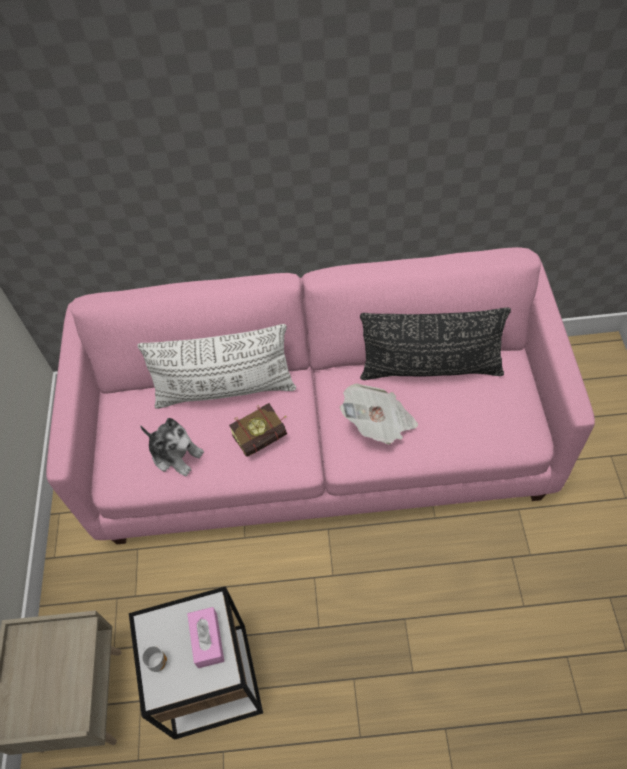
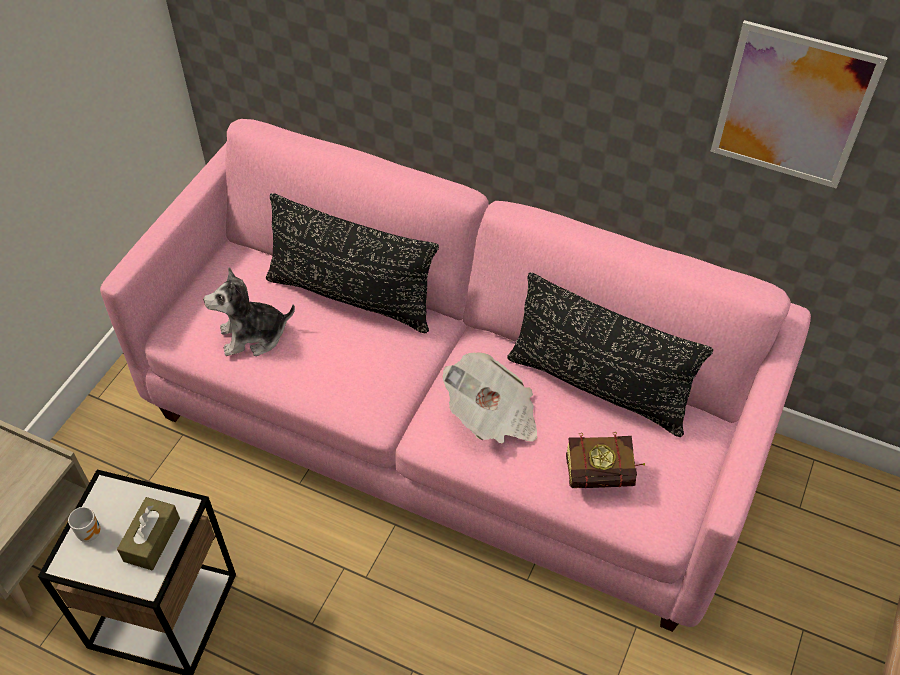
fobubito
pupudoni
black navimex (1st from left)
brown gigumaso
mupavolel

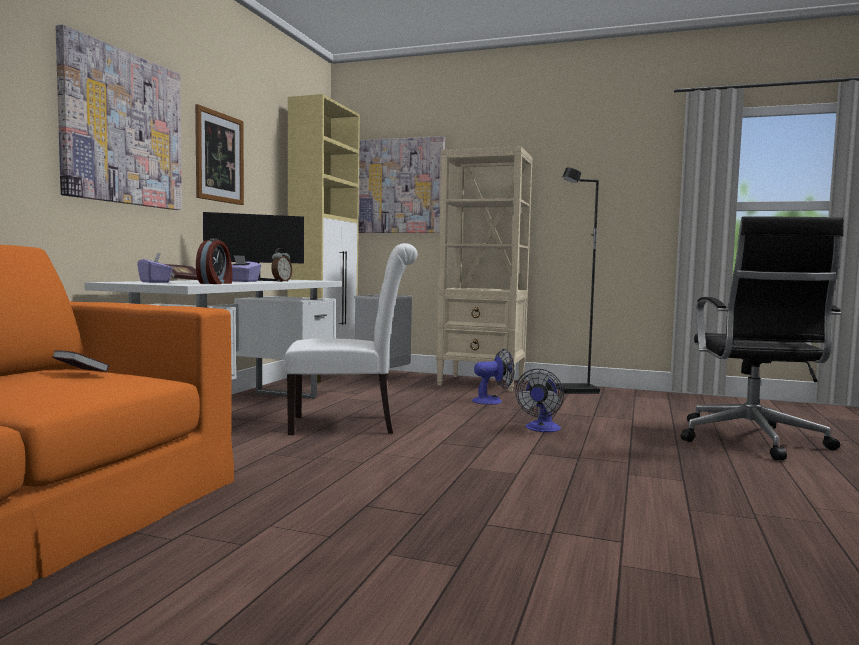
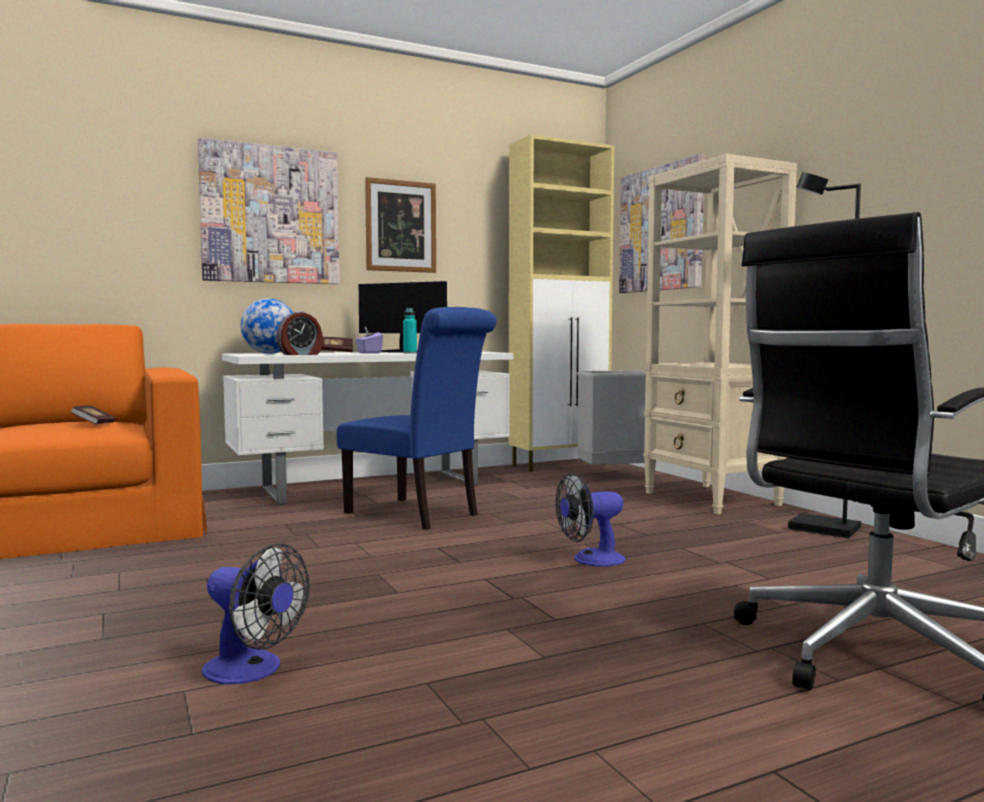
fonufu (1st from left)
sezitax
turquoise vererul
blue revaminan

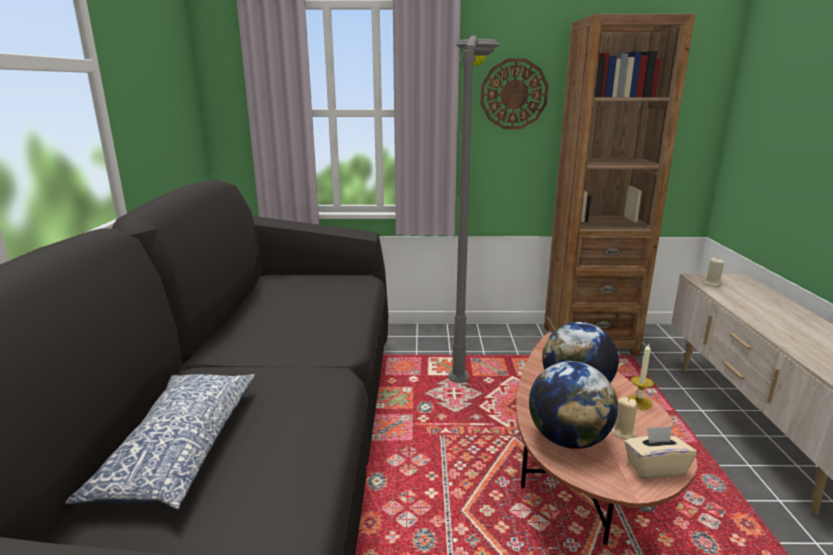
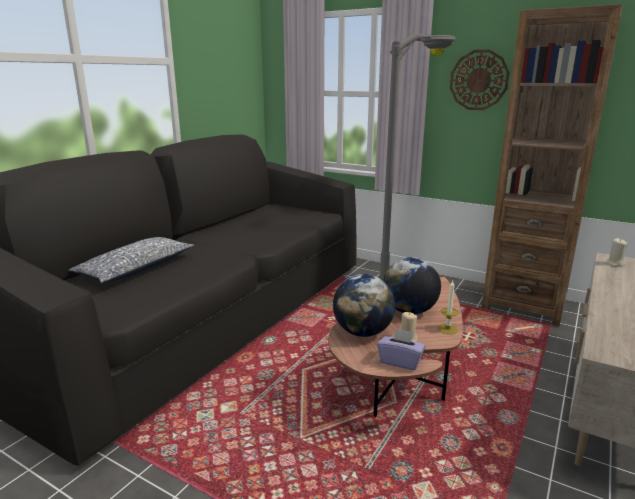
purple gigumaso

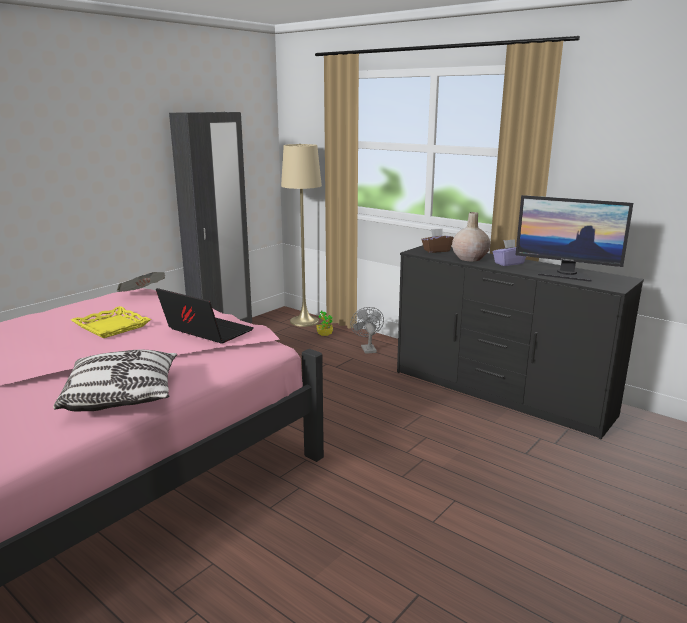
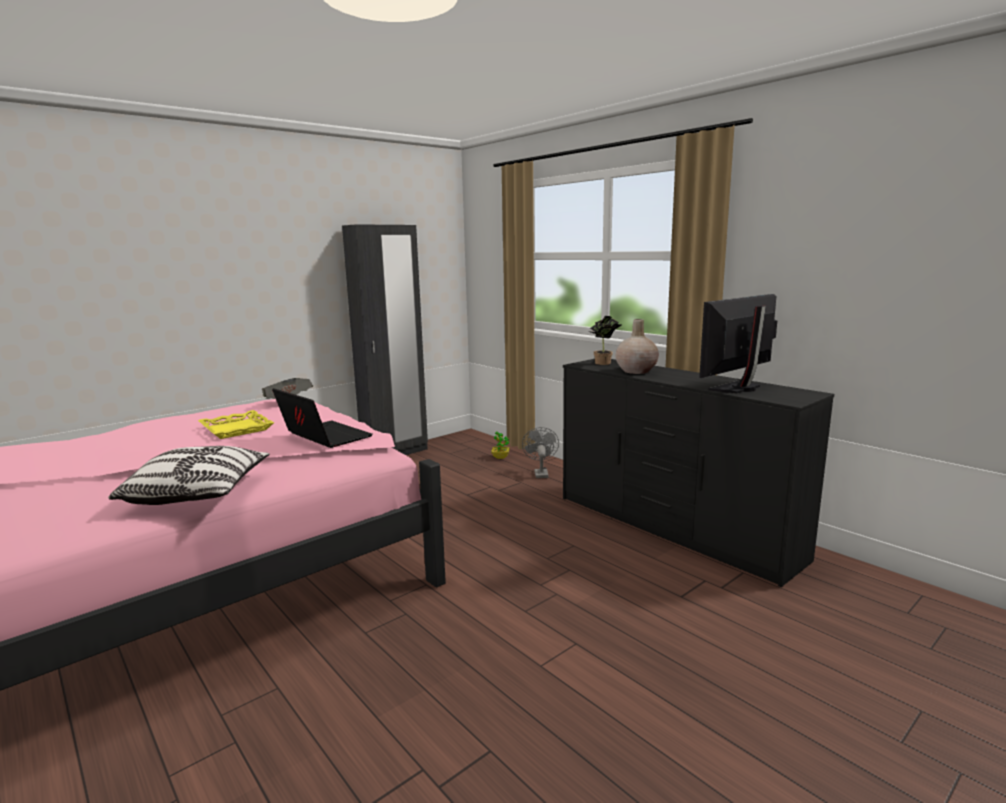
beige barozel
purple gigumaso
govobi (2nd from left)
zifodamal

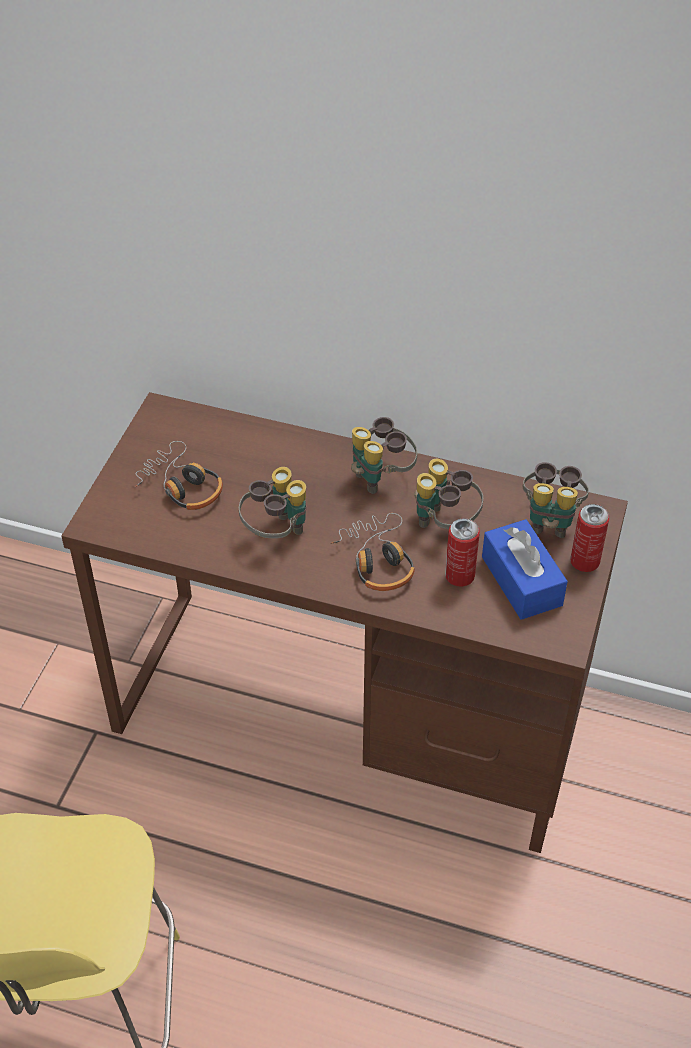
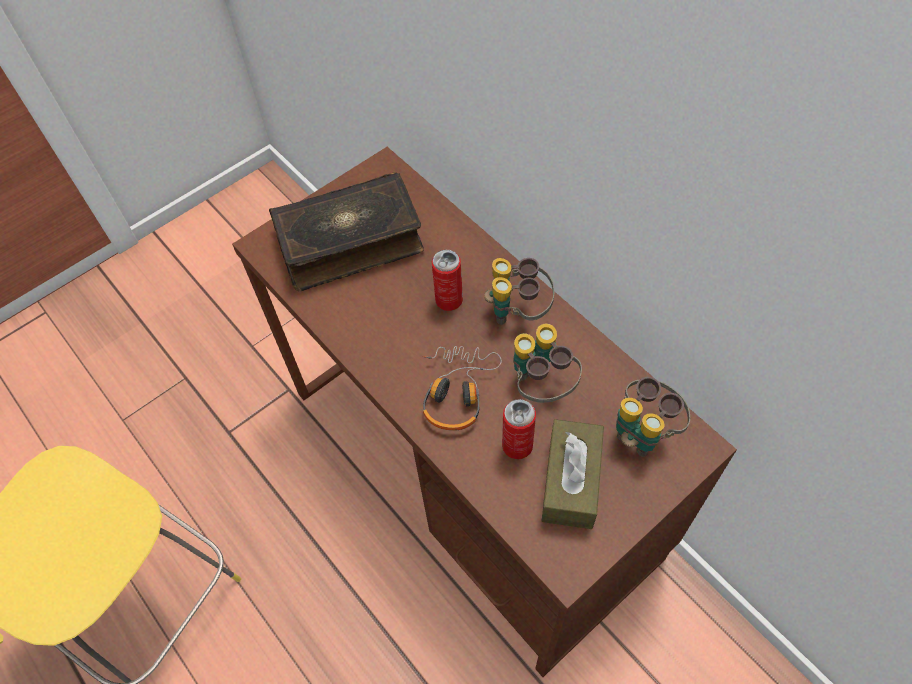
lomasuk (1st from left in the first image)
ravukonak (1st from left)
pupudoni
brown gigumaso

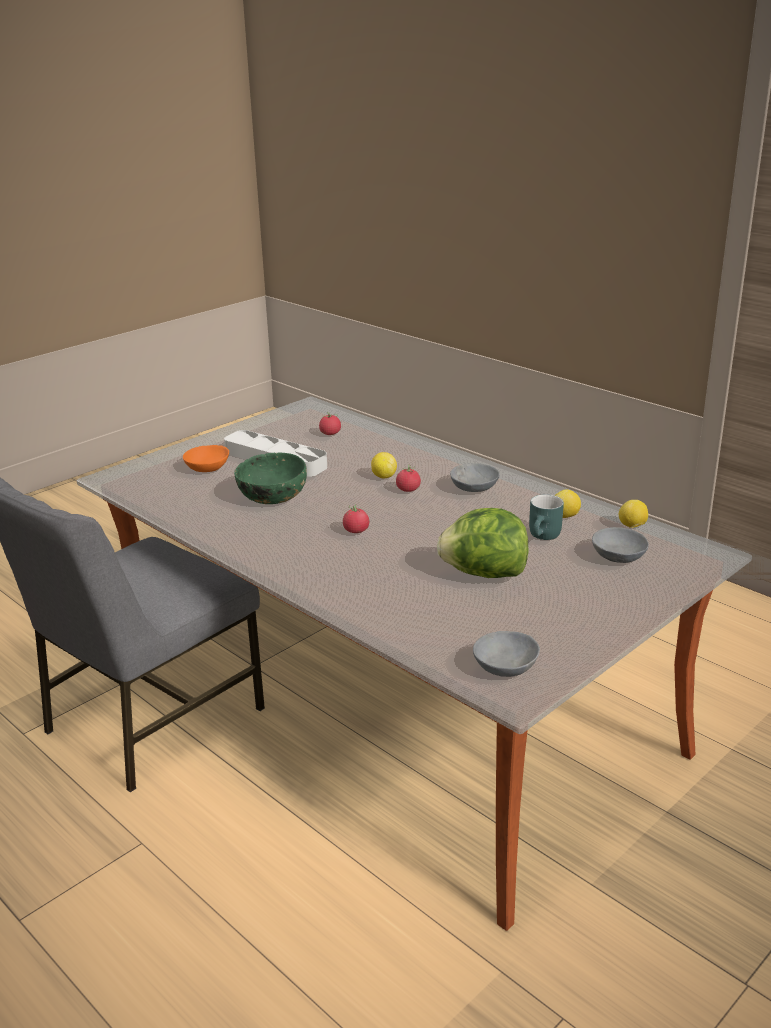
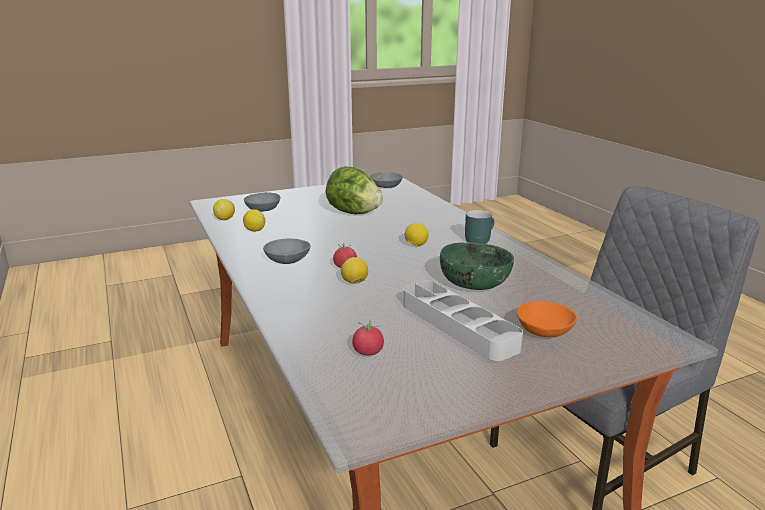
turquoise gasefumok
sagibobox (4th from left)

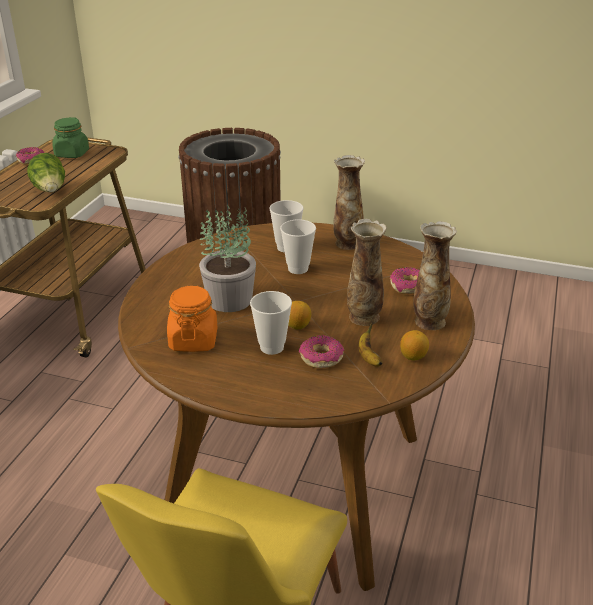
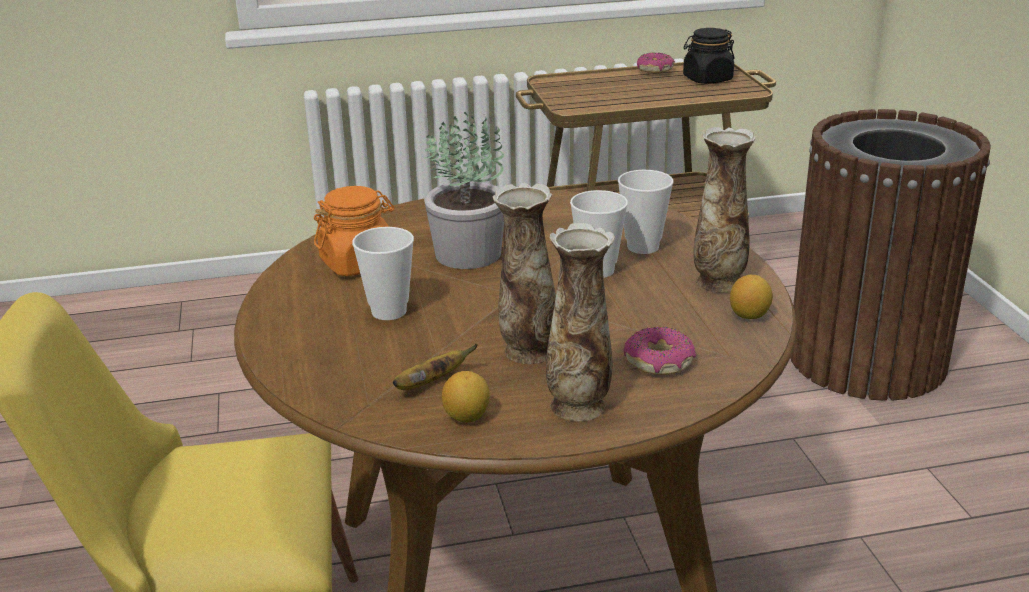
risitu
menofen (2nd from left in the first image)
sagibobox (2nd from left)
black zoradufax

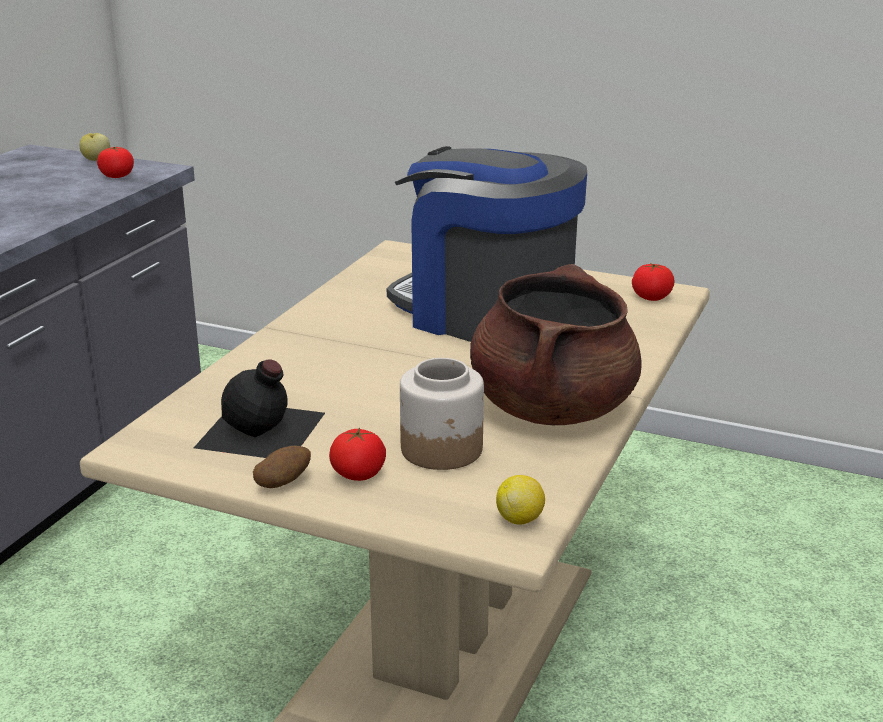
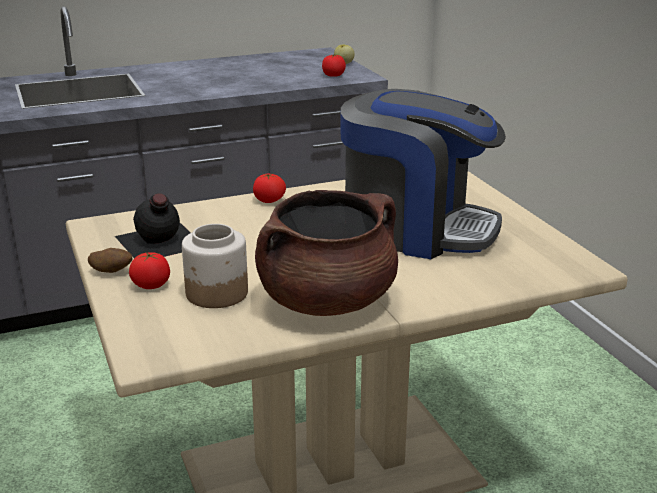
sagibobox
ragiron (2nd from left)
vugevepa

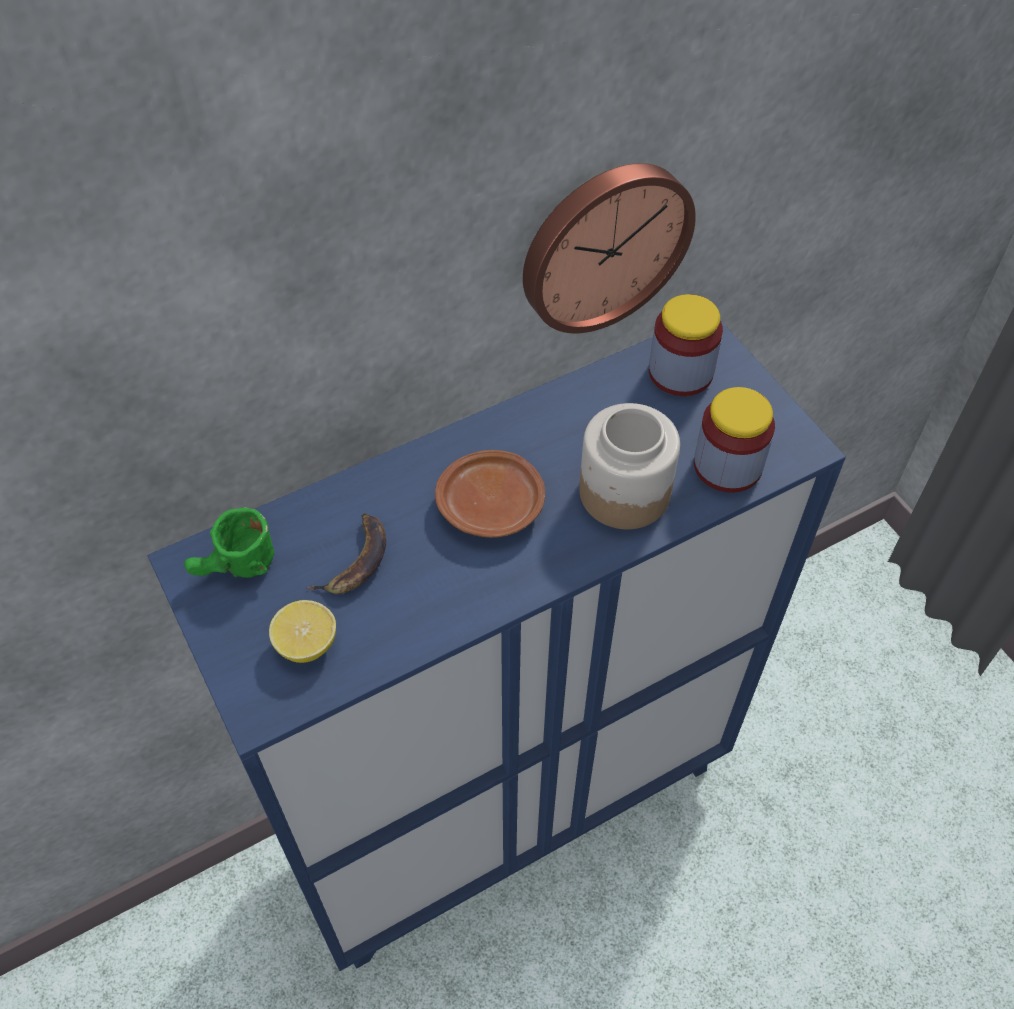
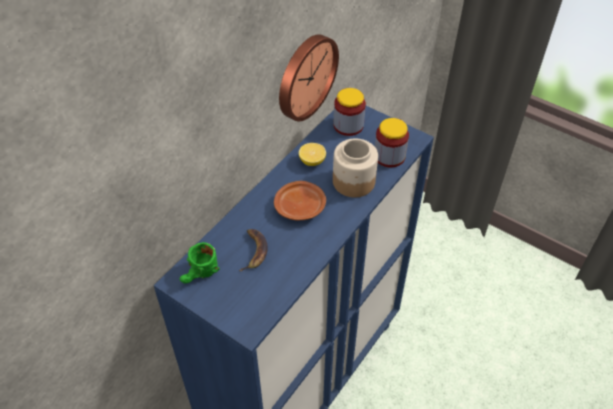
sagibobox

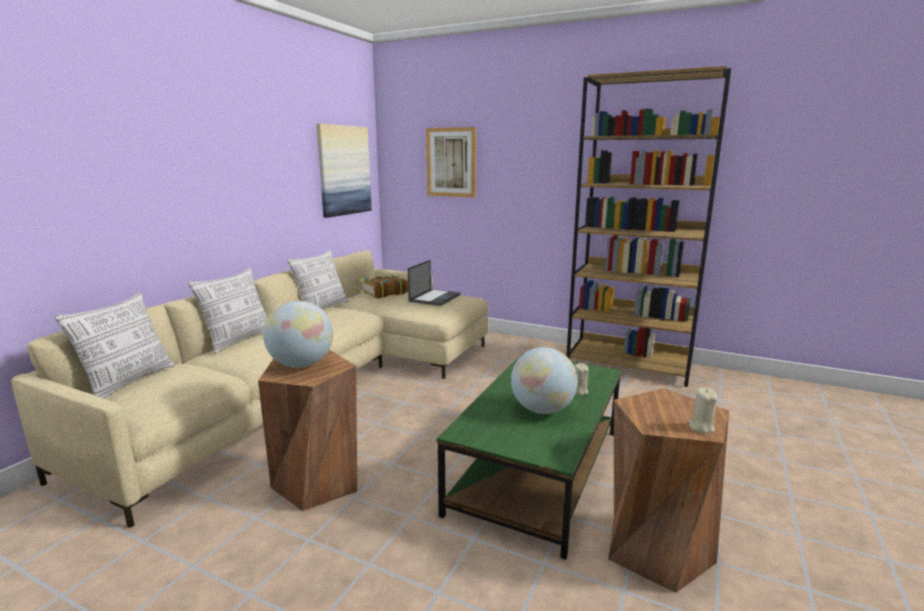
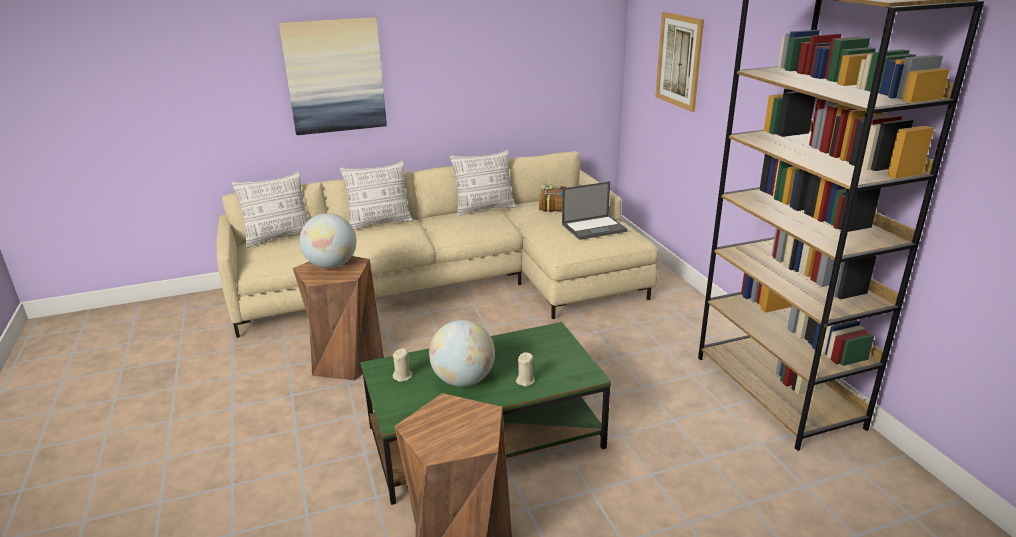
fobubito (1st from left)
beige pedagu (1st from left)

